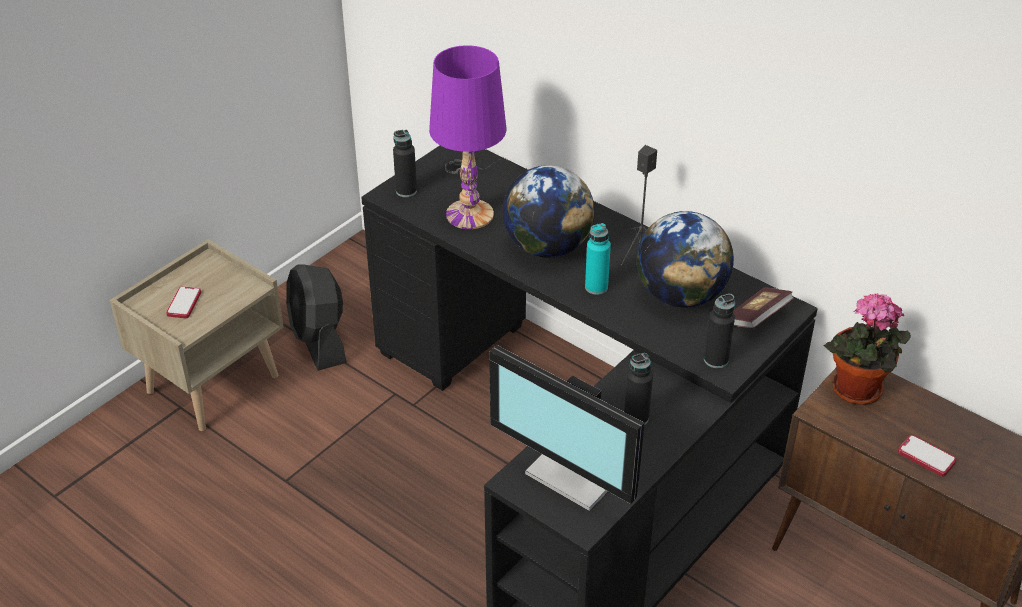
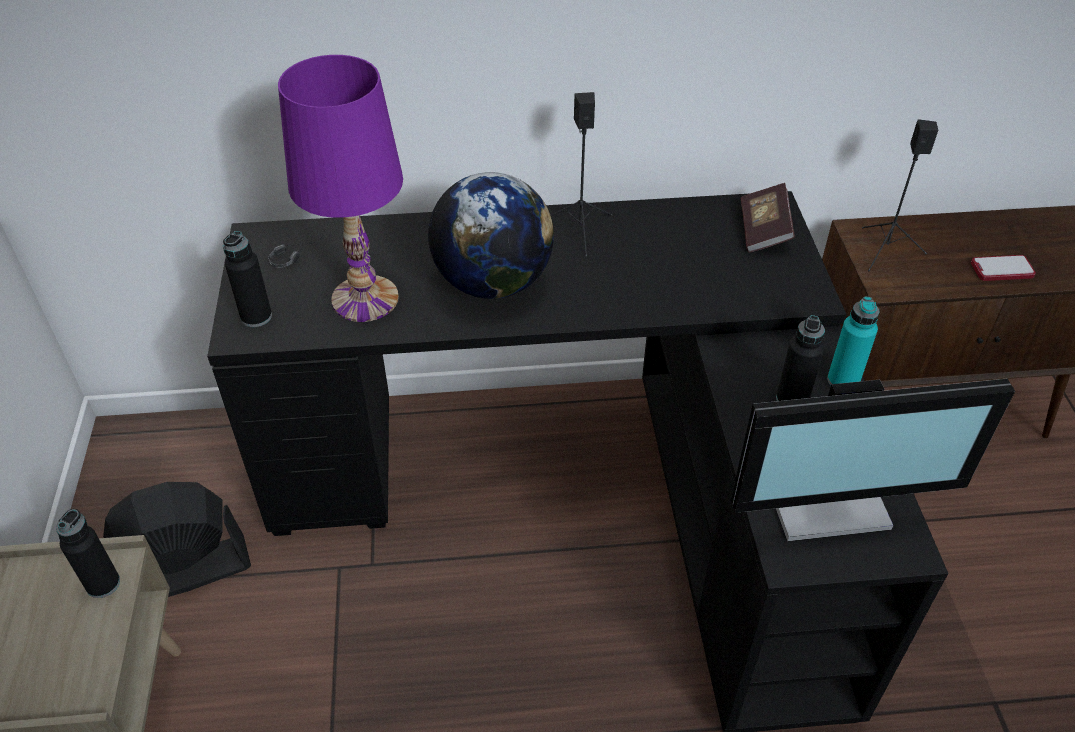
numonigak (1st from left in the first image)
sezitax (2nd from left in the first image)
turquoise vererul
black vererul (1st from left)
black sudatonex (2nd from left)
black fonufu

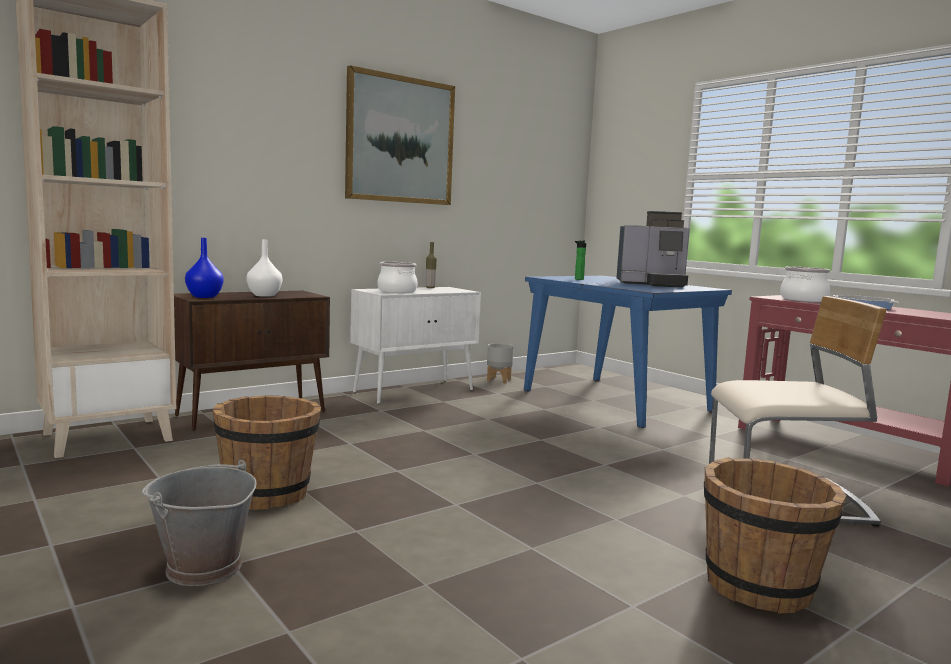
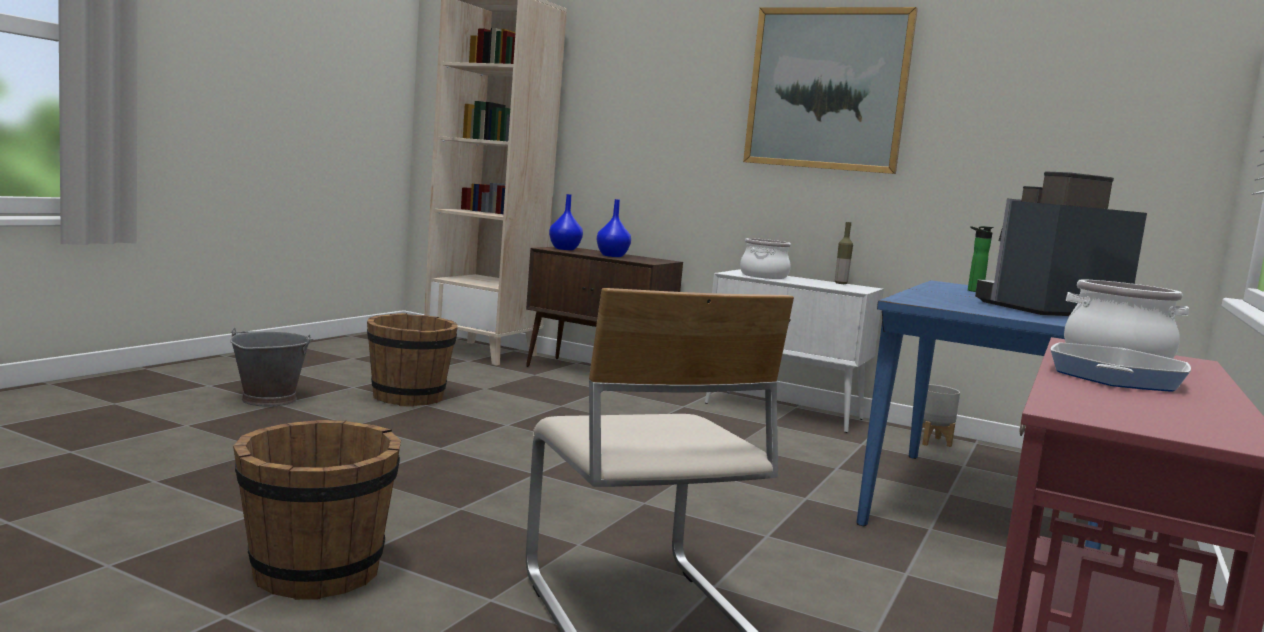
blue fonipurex (2nd from left)
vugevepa

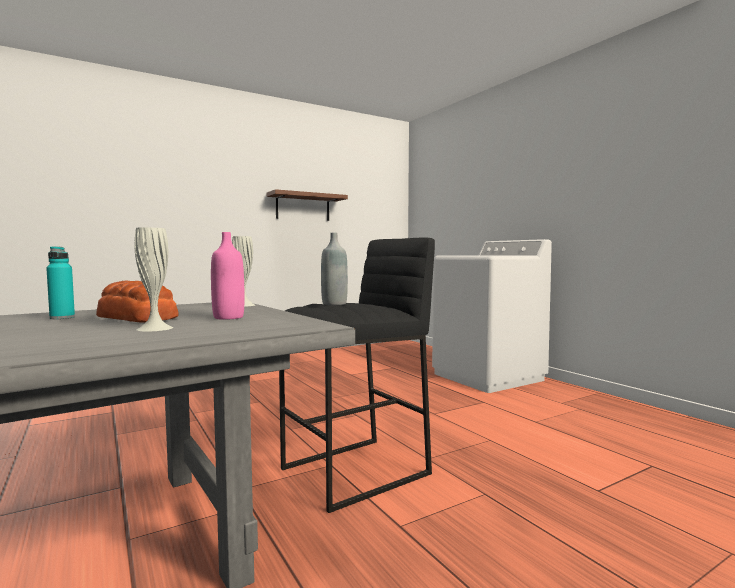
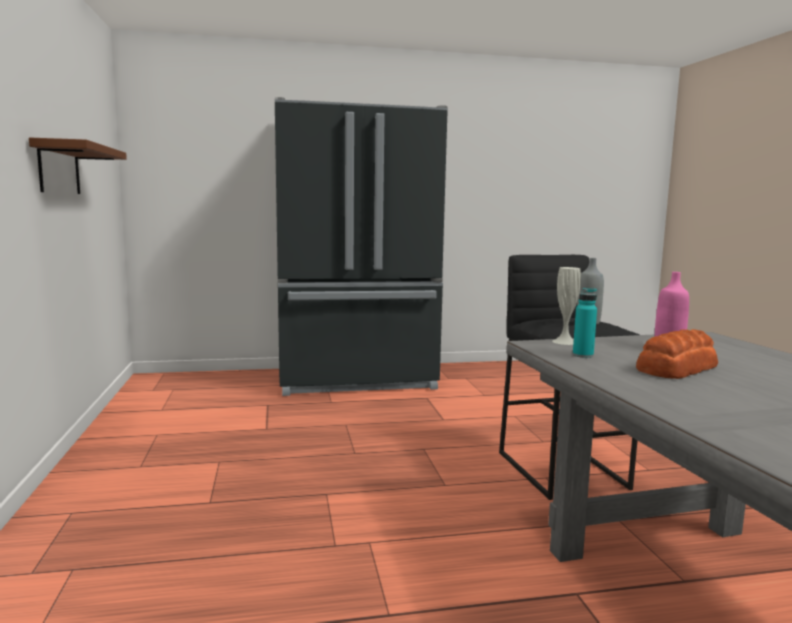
white fonipurex (1st from left in the first image)
turquoise vererul
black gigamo

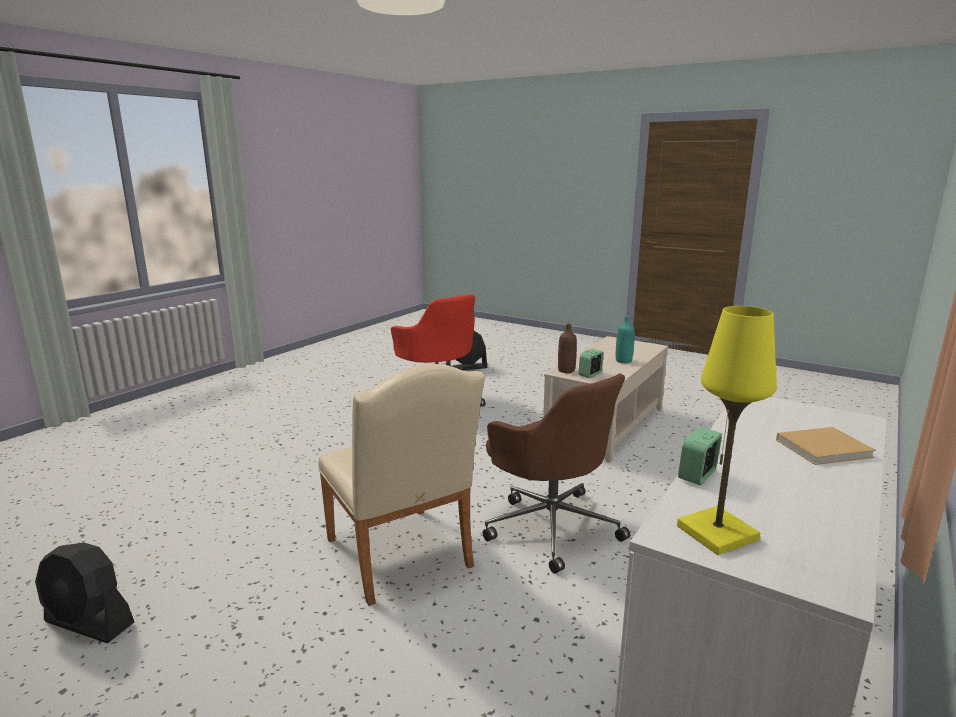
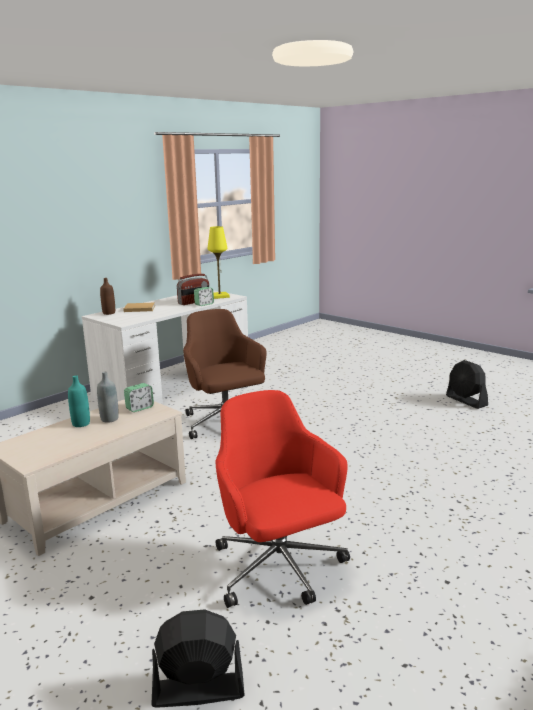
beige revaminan
grey vererul
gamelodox
brown vererul
black fonufu (2nd from left)

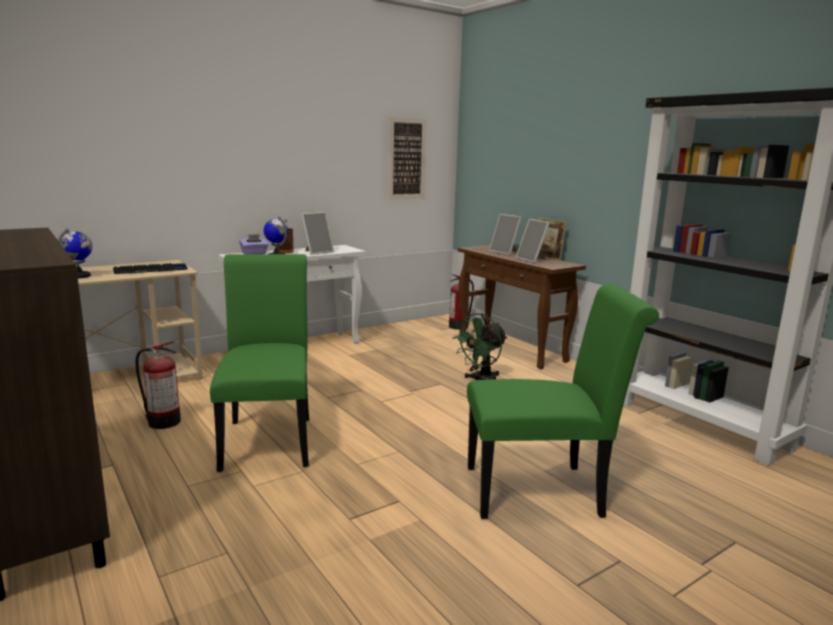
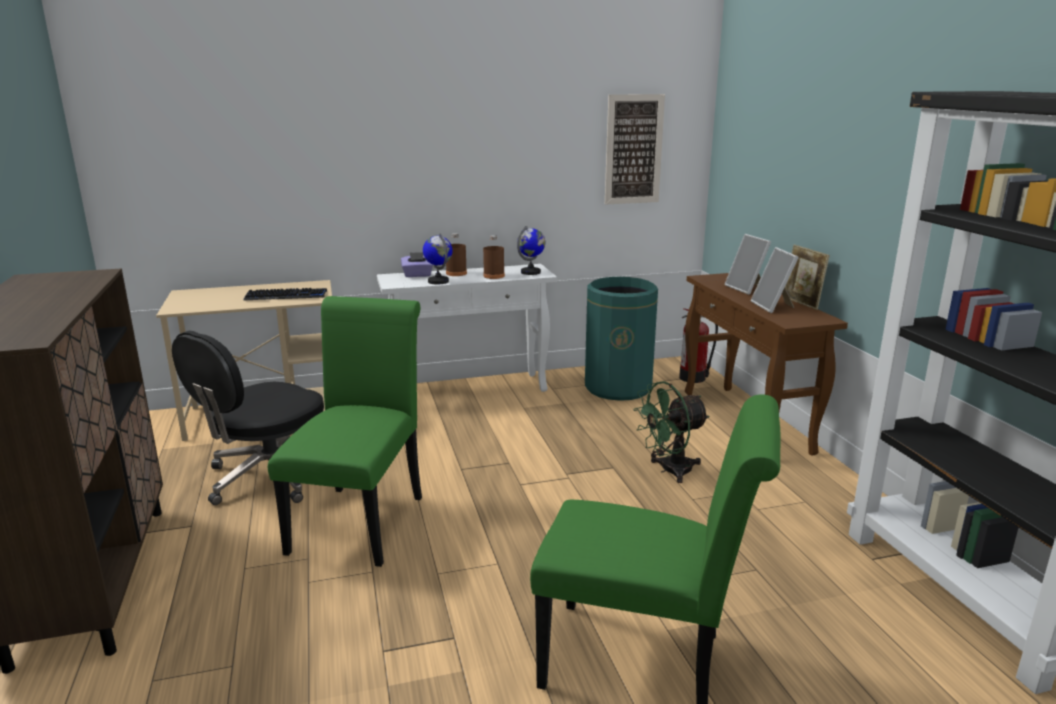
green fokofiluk
sezitax (2nd from left)
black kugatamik
brown vererul (2nd from left)

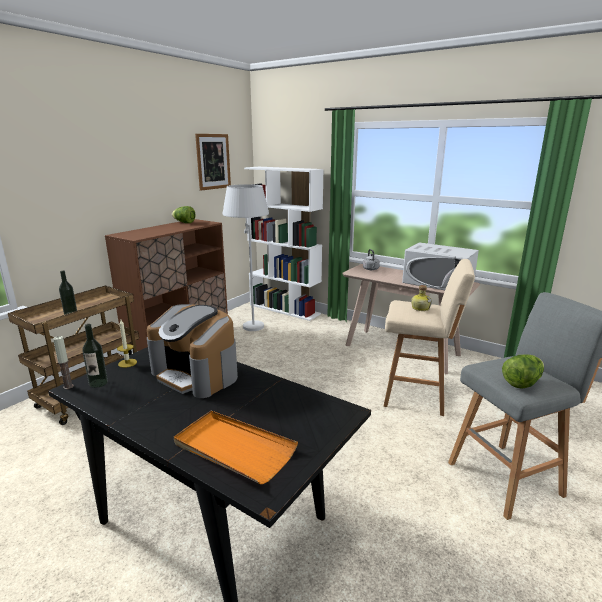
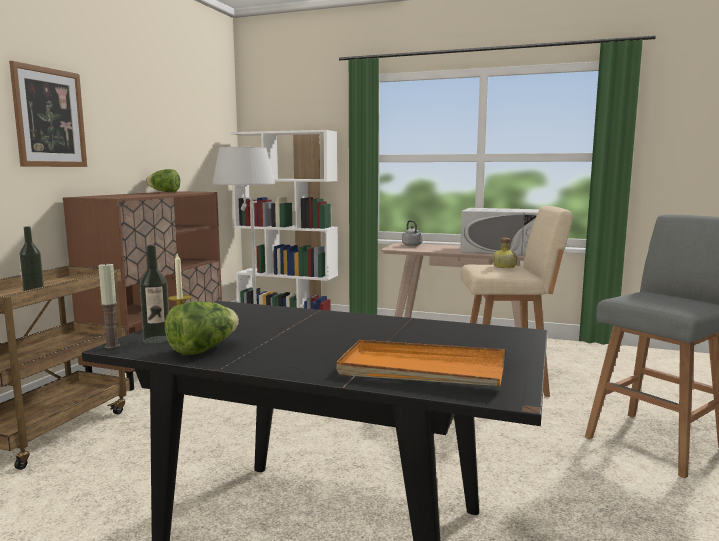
vugevepa
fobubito
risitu (2nd from left)

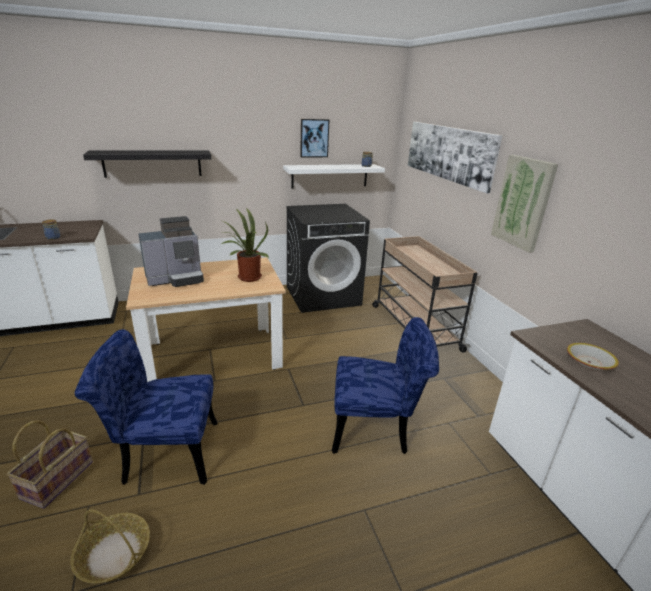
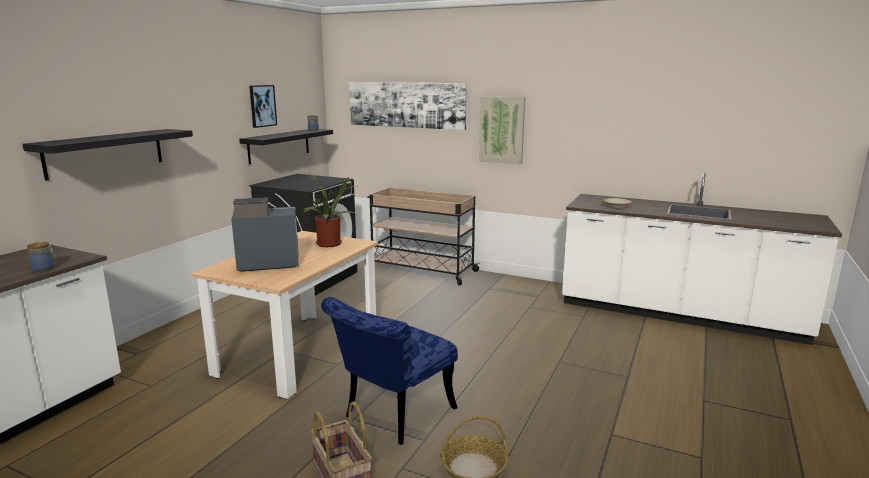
blue revaminan (2nd from left in the first image)
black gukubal (2nd from left)
vugevepa

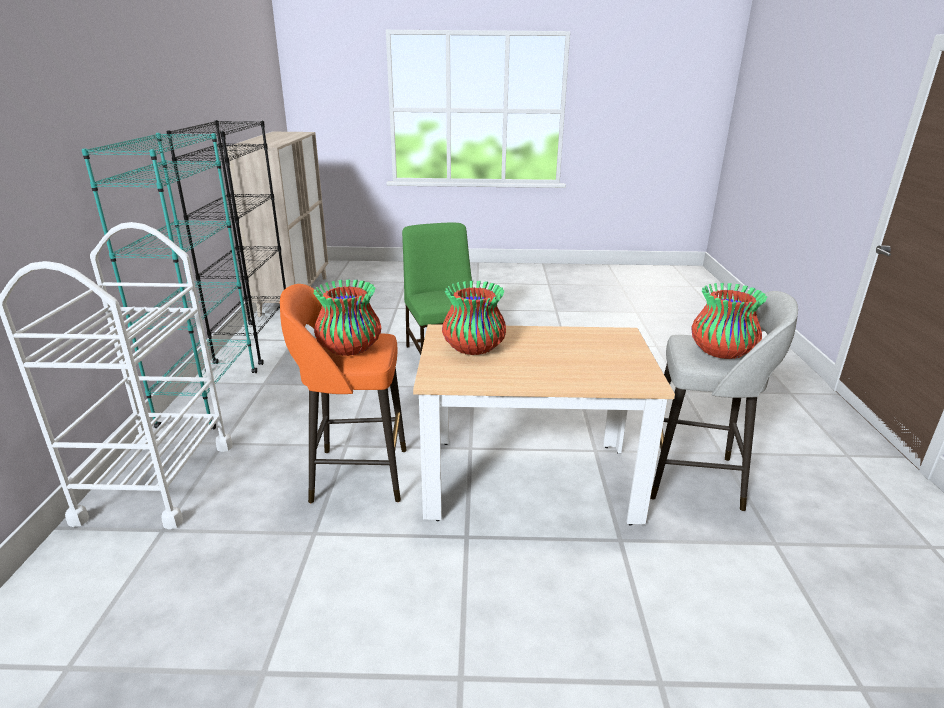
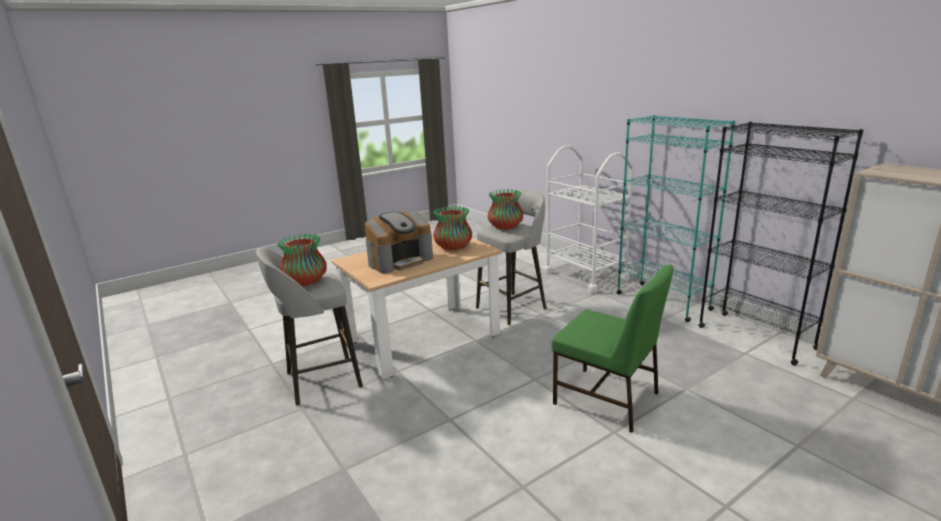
vugevepa
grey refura (2nd from left)

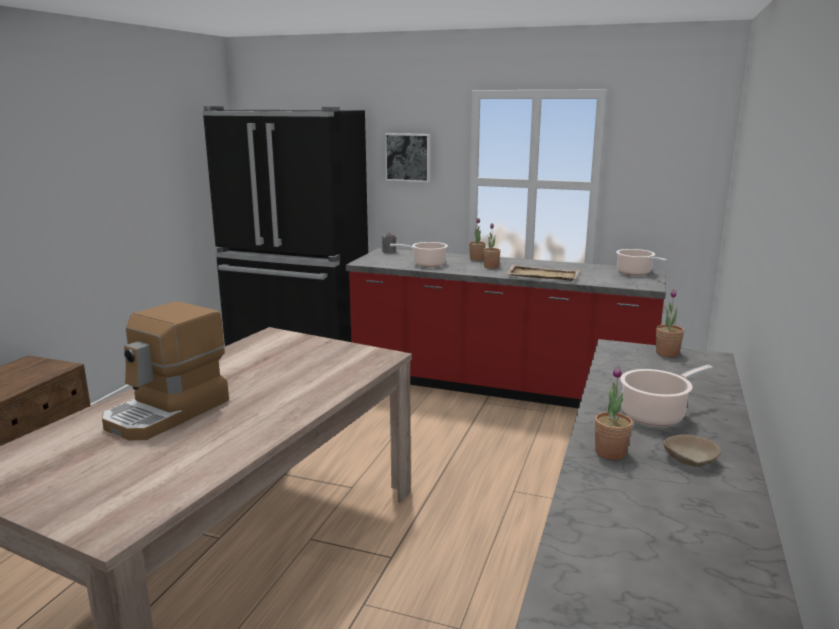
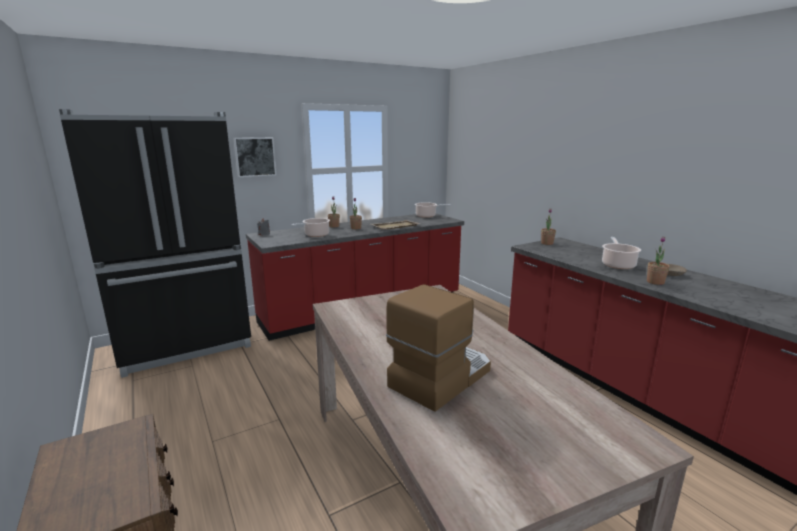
vugevepa

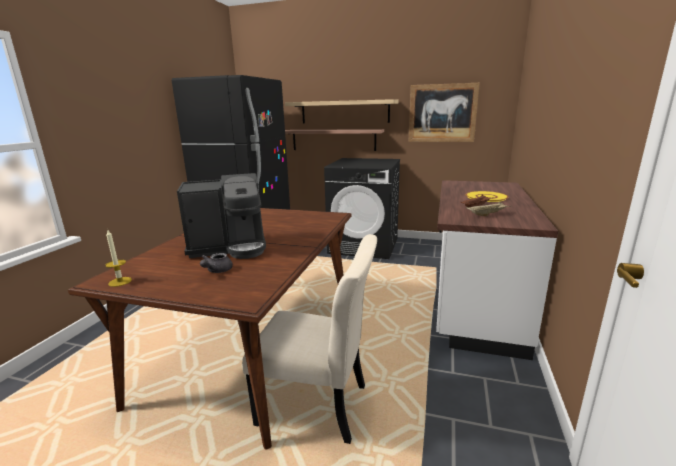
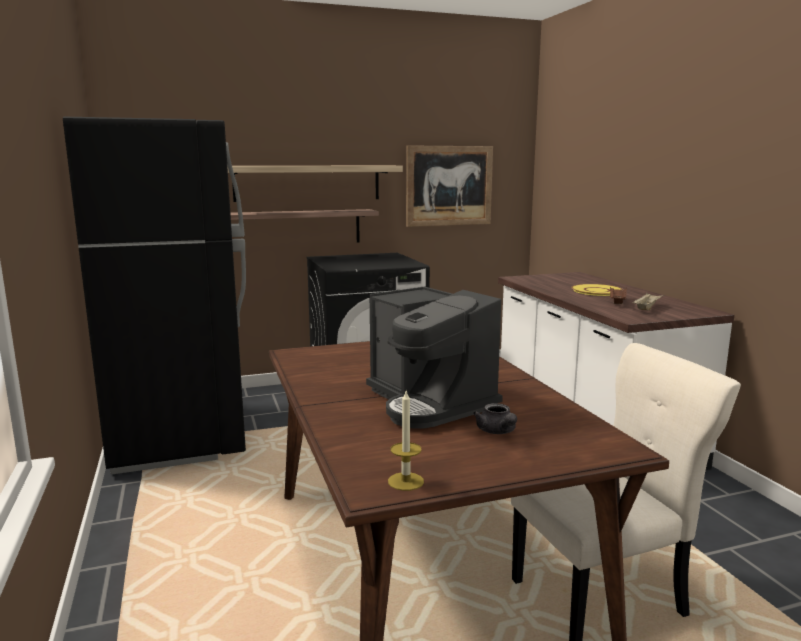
vugevepa

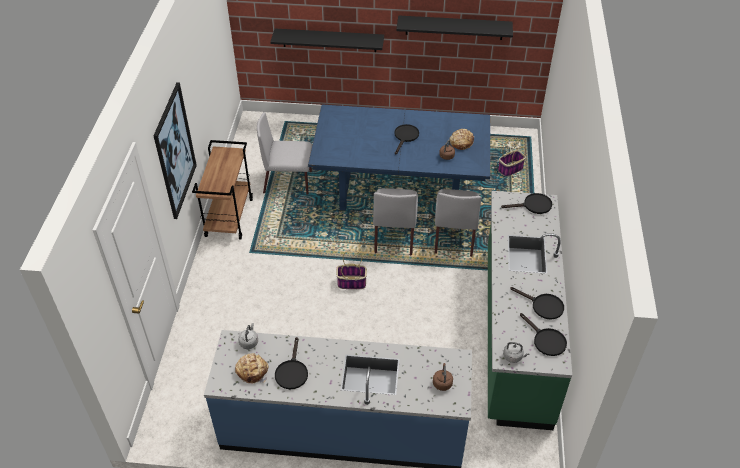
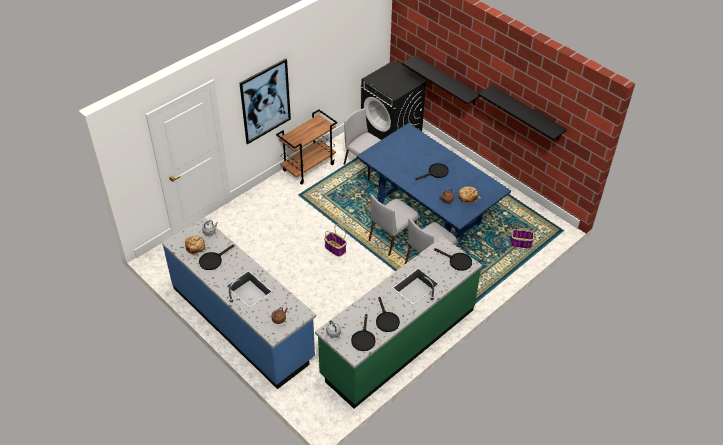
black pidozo

